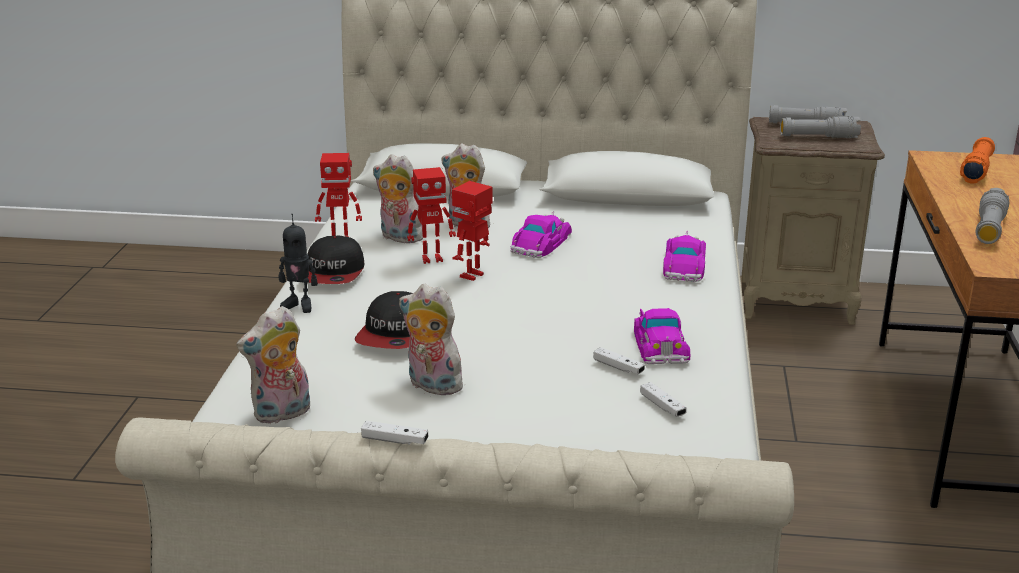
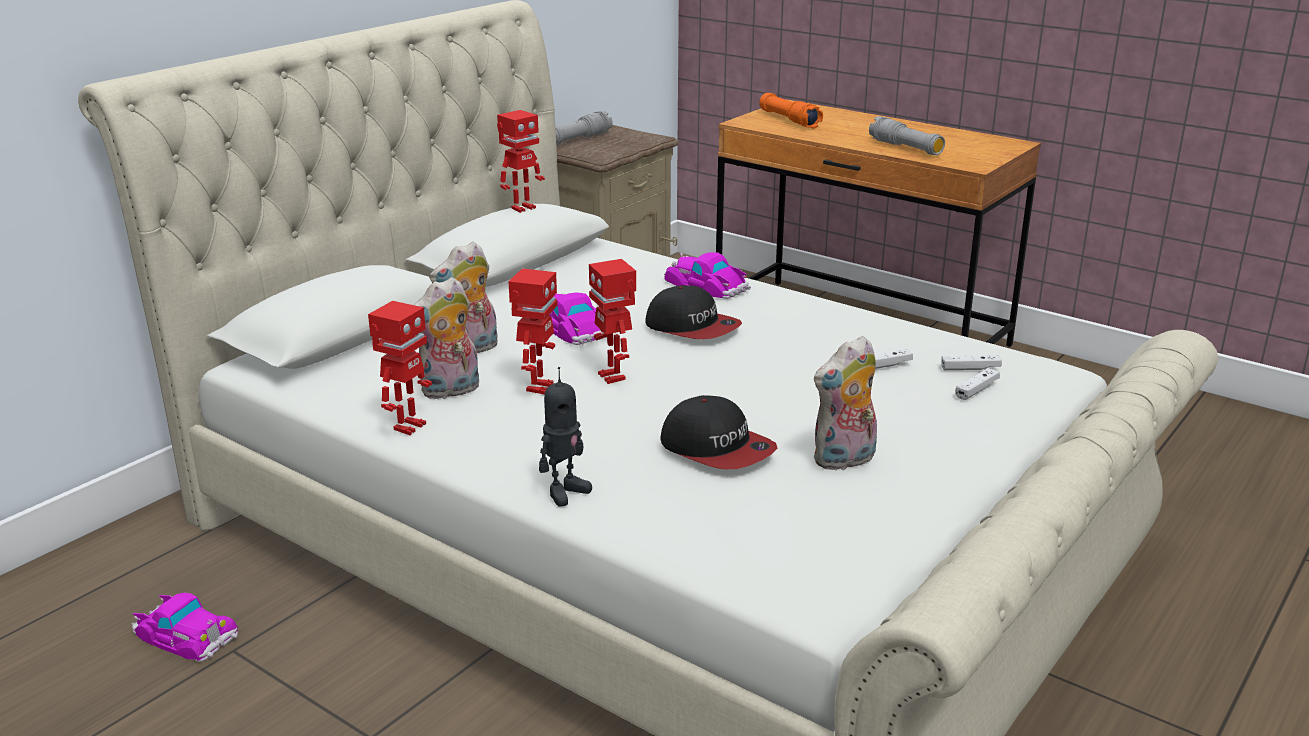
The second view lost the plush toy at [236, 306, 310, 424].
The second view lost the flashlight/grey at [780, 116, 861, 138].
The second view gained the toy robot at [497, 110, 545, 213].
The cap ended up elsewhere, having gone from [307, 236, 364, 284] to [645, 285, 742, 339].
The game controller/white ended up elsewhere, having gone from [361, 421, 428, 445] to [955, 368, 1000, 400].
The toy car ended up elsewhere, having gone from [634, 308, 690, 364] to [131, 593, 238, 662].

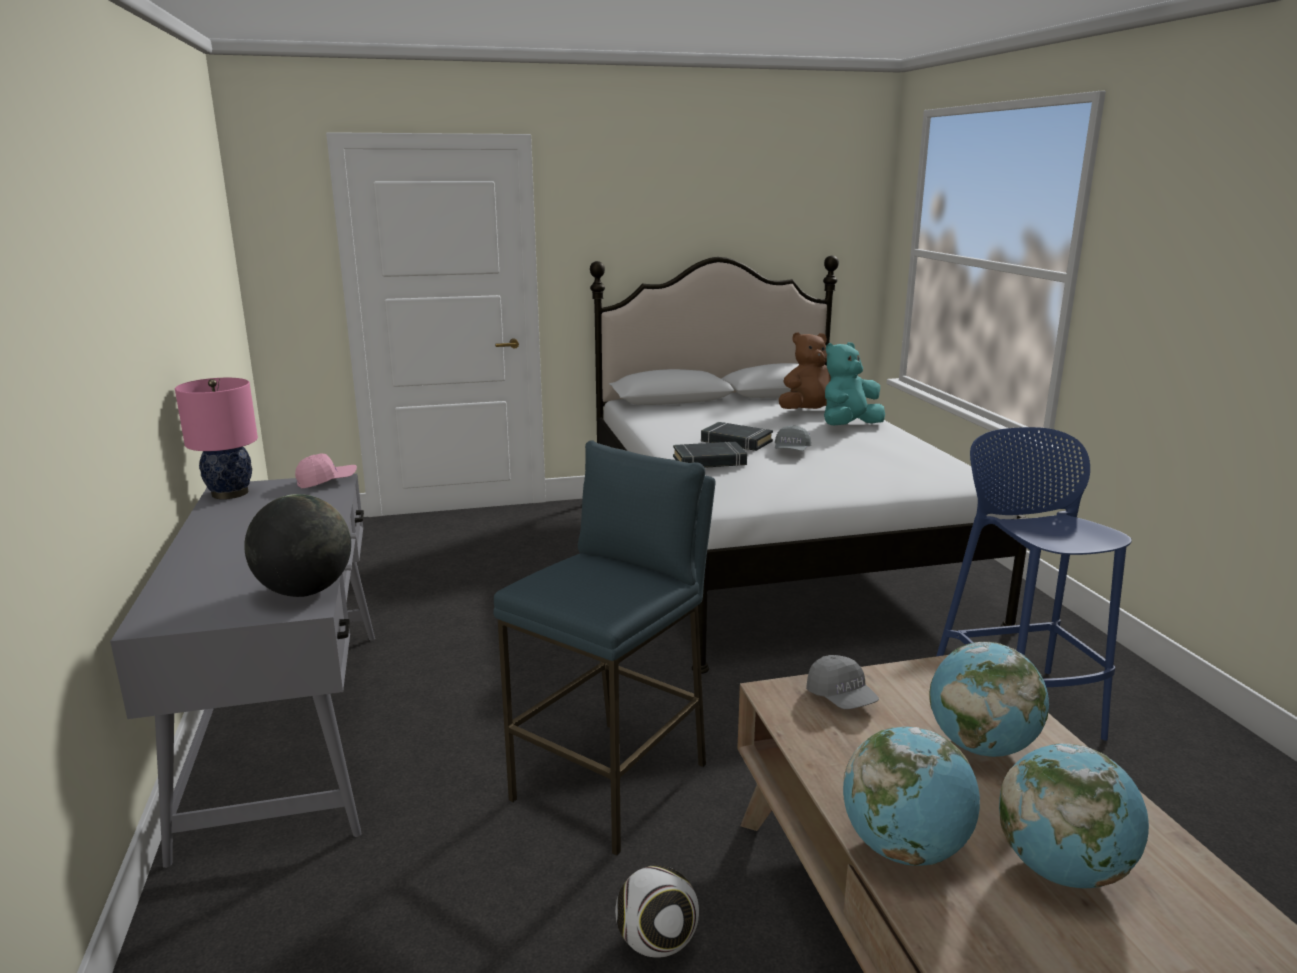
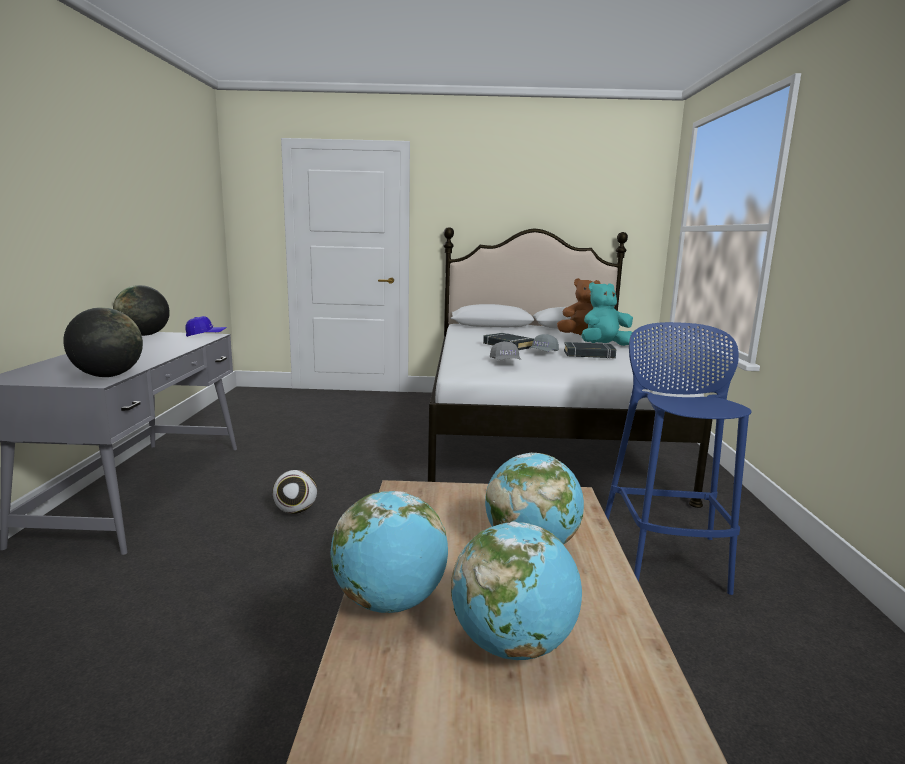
The second view lost the stool/blue at [493, 440, 715, 856].
The football ended up elsewhere, having gone from [615, 865, 699, 958] to [272, 470, 317, 514].
The book/black ended up elsewhere, having gone from [673, 441, 747, 468] to [564, 342, 616, 359].
The cap/grey ended up elsewhere, having gone from [806, 655, 879, 709] to [490, 341, 521, 360].
Where the table lamp/pink stood at [175, 378, 258, 499], the globe came to stand at [113, 285, 170, 336].
What was the cap/pink at [295, 454, 357, 488] turned into the cap/blue at [185, 316, 227, 337].

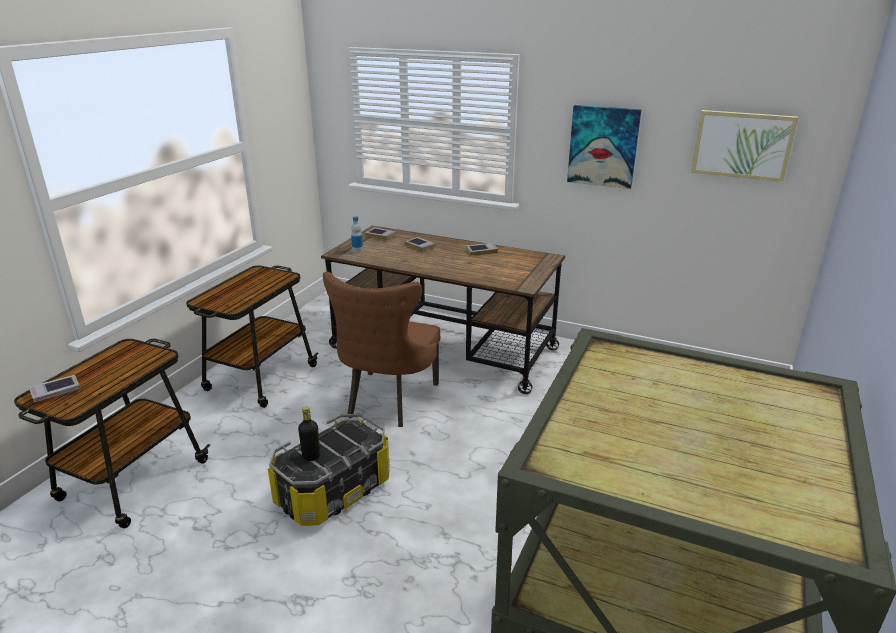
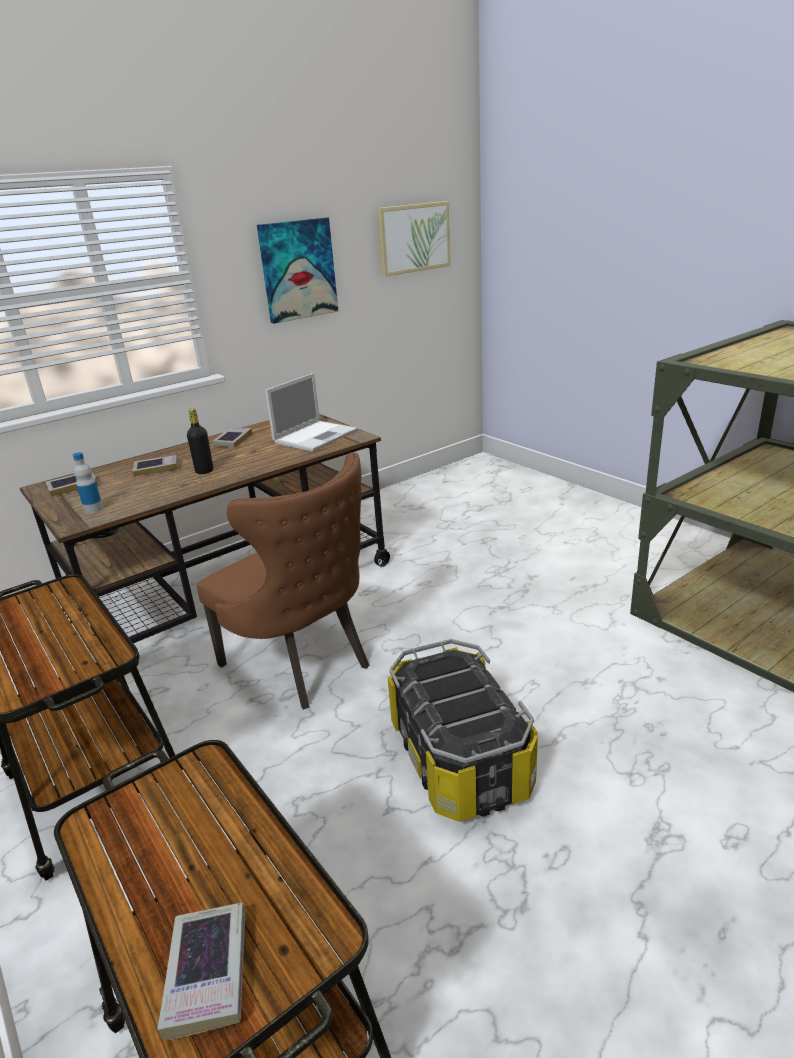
The second view gained the laptop at [265, 373, 357, 452].
The bottle/black ended up elsewhere, having gone from [298, 407, 320, 461] to [187, 408, 213, 474].

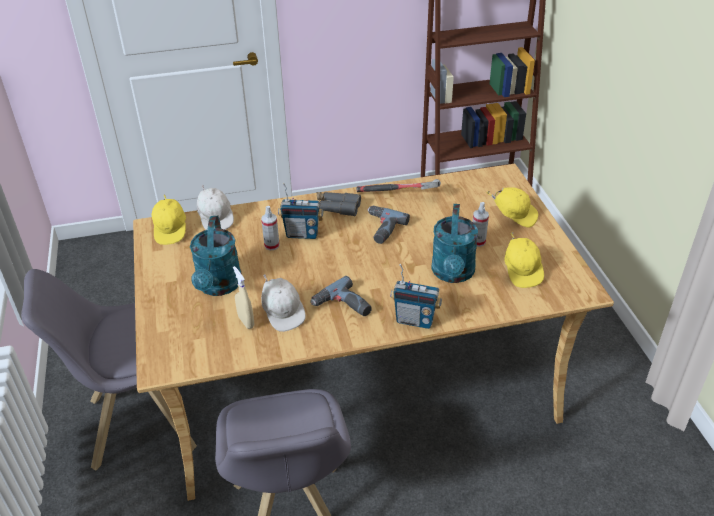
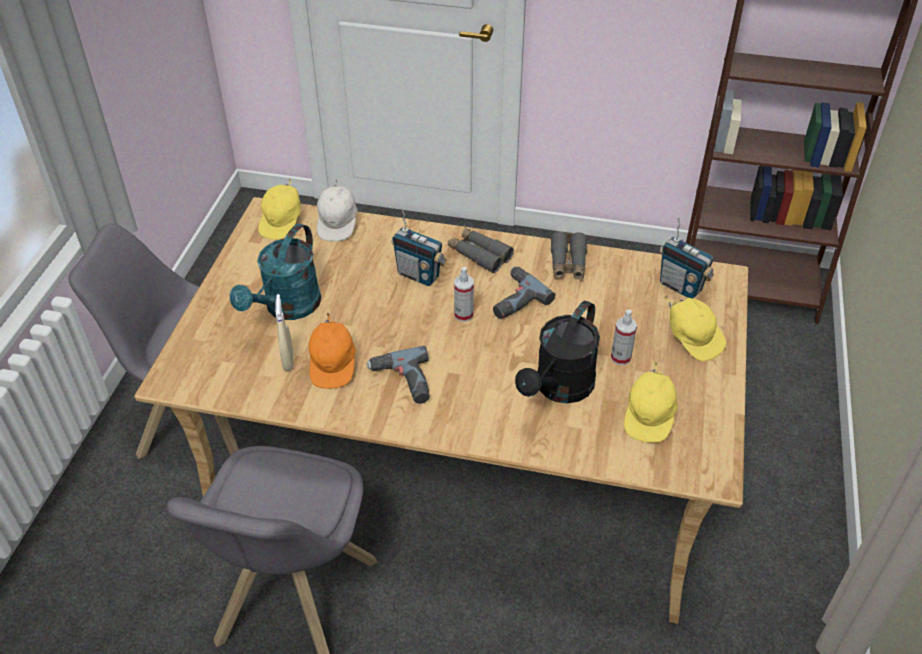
The spray bottle ended up elsewhere, having gone from [261, 206, 280, 251] to [454, 267, 474, 322].
The radio ended up elsewhere, having gone from [390, 264, 442, 329] to [660, 217, 714, 299].
Where the hammer stood at [356, 179, 441, 192], the binoculars/grey came to stand at [551, 231, 587, 281].
What was the cap/white at [261, 274, 306, 332] turned into the cap/orange at [308, 313, 356, 389].
What was the watering can/turquoise at [431, 204, 478, 283] turned into the watering can/black at [515, 301, 600, 404].

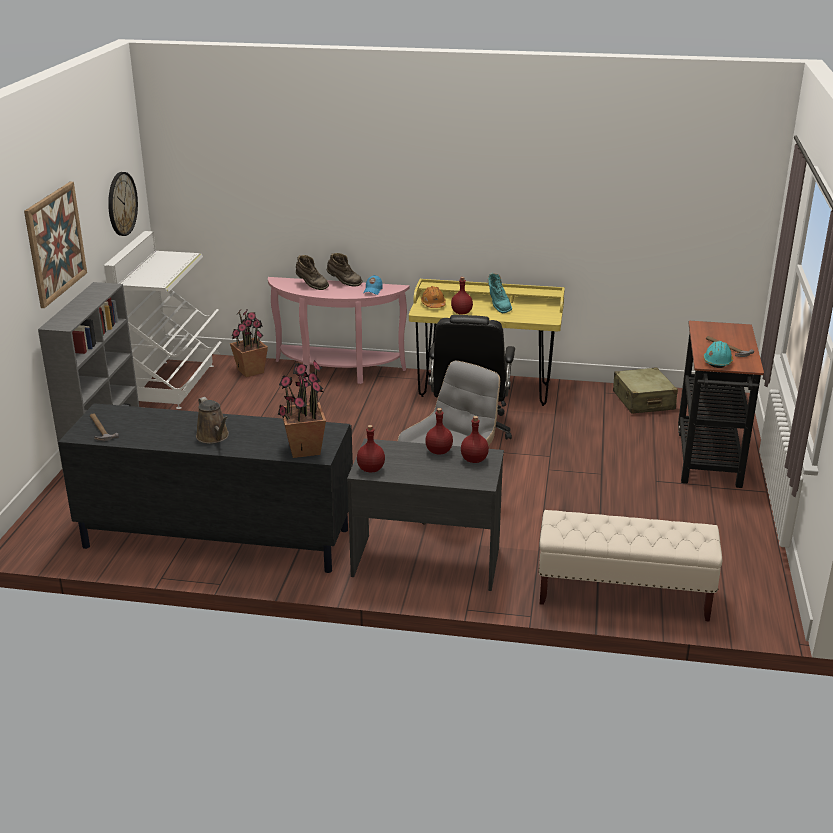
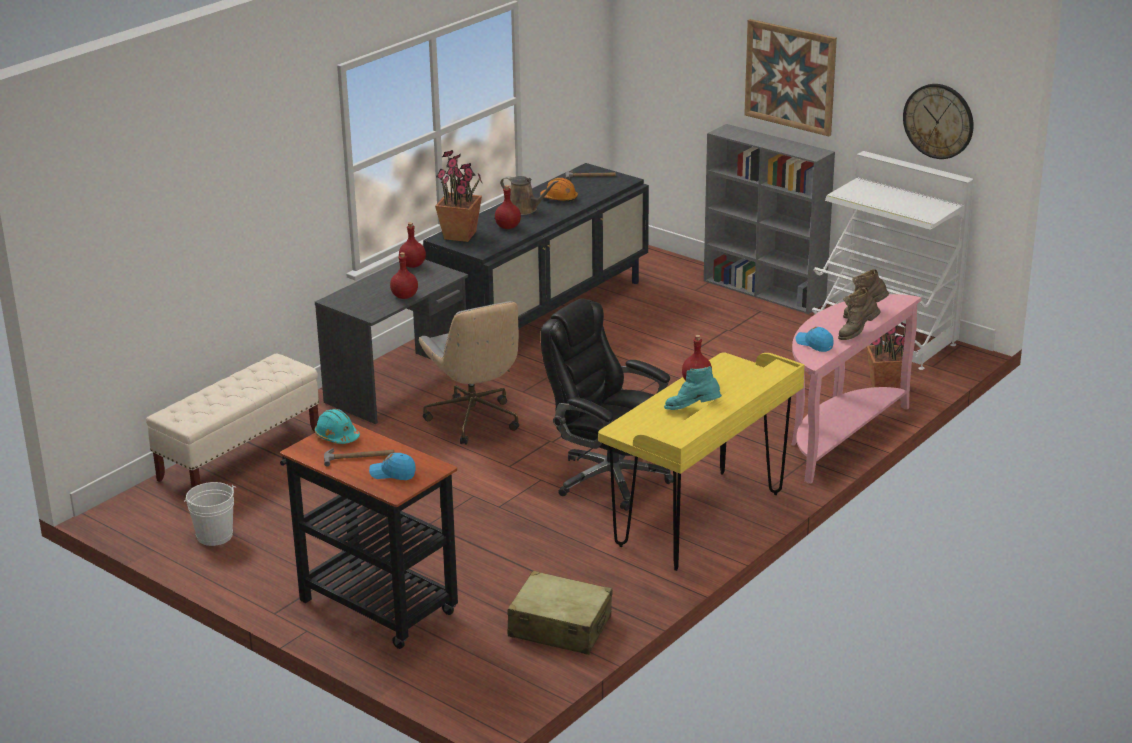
The second view gained the bucket/white at [184, 482, 236, 546].
The second view gained the cap/blue at [369, 453, 416, 480].
The hard hat/orange ended up elsewhere, having gone from [421, 286, 446, 308] to [540, 178, 578, 202].
The bottle/red ended up elsewhere, having gone from [461, 416, 489, 463] to [495, 185, 521, 229].
The watering can/brown at [196, 397, 229, 444] ended up facing another way, 150 degrees counterclockwise from before.

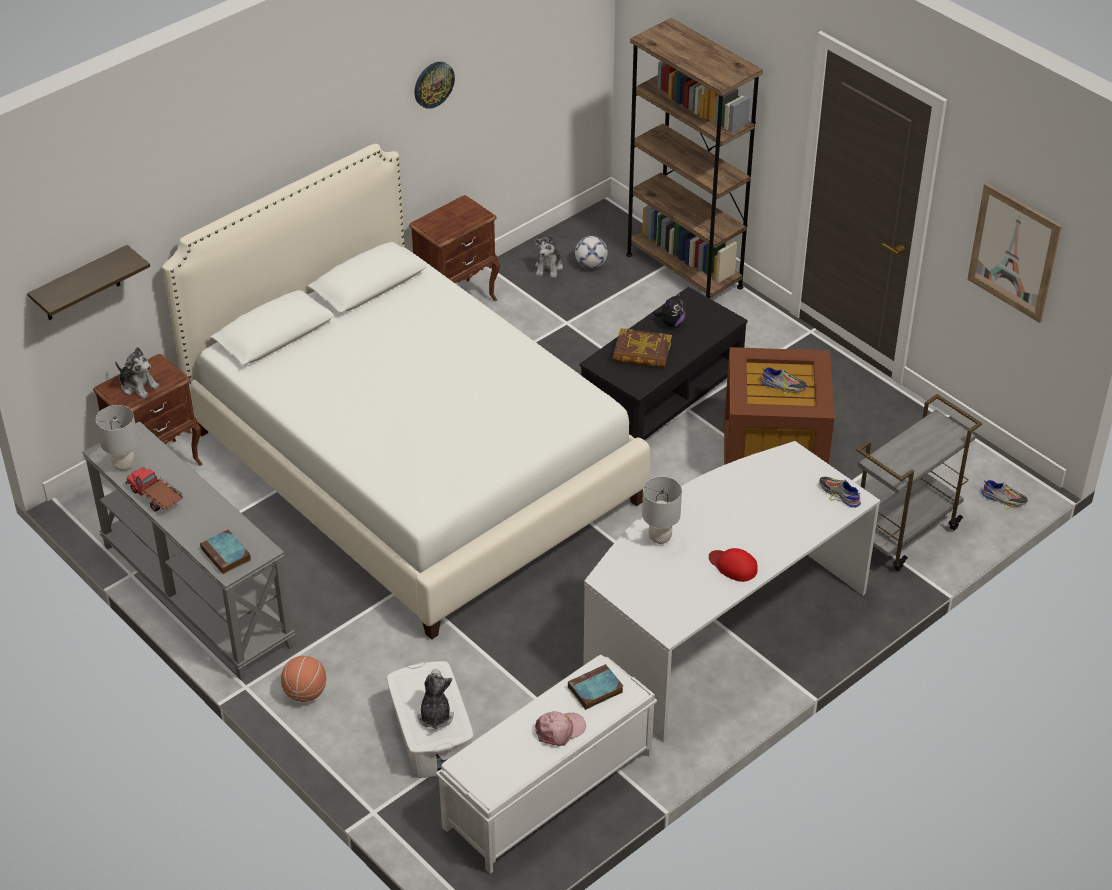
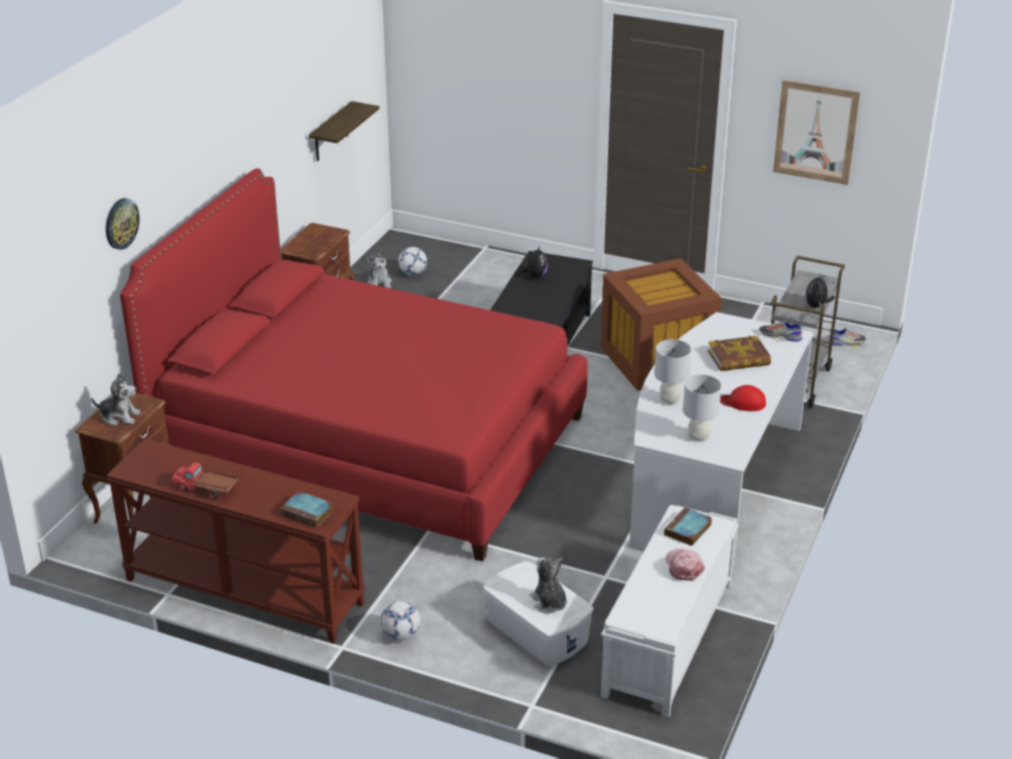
The second view lost the bookcase/brown at [626, 18, 763, 299].
The second view lost the shoe at [761, 367, 807, 396].
The second view gained the plush toy at [805, 273, 835, 308].
The shelf ended up elsewhere, having gone from [27, 245, 150, 320] to [309, 101, 379, 161].
The table lamp/grey ended up elsewhere, having gone from [96, 405, 138, 471] to [683, 375, 721, 441].
The wall clock ended up elsewhere, having gone from [415, 62, 455, 109] to [106, 198, 140, 250].
The book ended up elsewhere, having gone from [613, 328, 672, 368] to [708, 336, 771, 371].
Where the basketball stood at [281, 656, 326, 702], the football came to stand at [380, 600, 421, 641].
What was the console table/grey at [82, 421, 295, 680] turned into the console table/brown at [106, 439, 365, 644].
What was the bed/white at [162, 144, 650, 640] turned into the bed/red at [120, 168, 588, 562].
The cap/pink at [535, 711, 586, 746] ended up facing another way, 45 degrees counterclockwise from before.

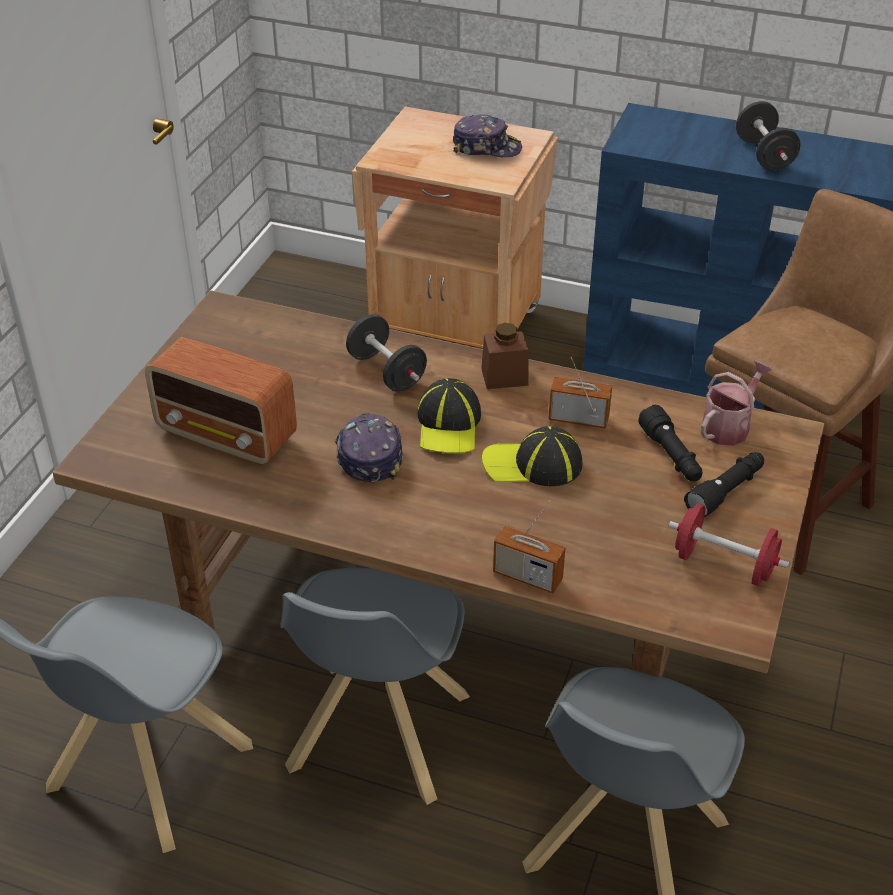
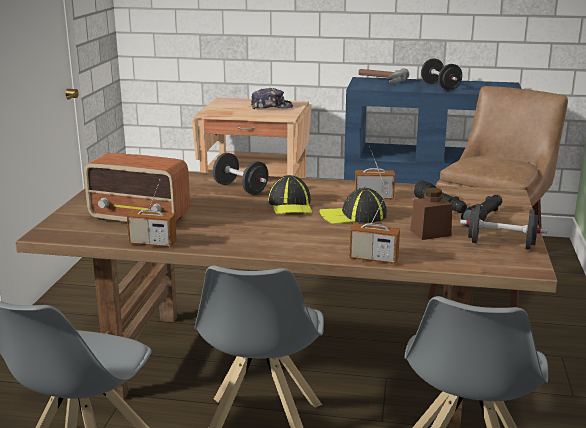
The second view lost the cap at [335, 413, 403, 483].
The second view lost the watering can at [701, 361, 772, 446].
The second view gained the radio at [127, 179, 177, 247].
The second view gained the hammer at [358, 68, 409, 83].
The jar/brown ended up elsewhere, having gone from [481, 323, 529, 389] to [410, 187, 452, 240].
What was the dumbbell/red at [669, 503, 789, 586] turned into the dumbbell/black at [460, 204, 547, 250].

